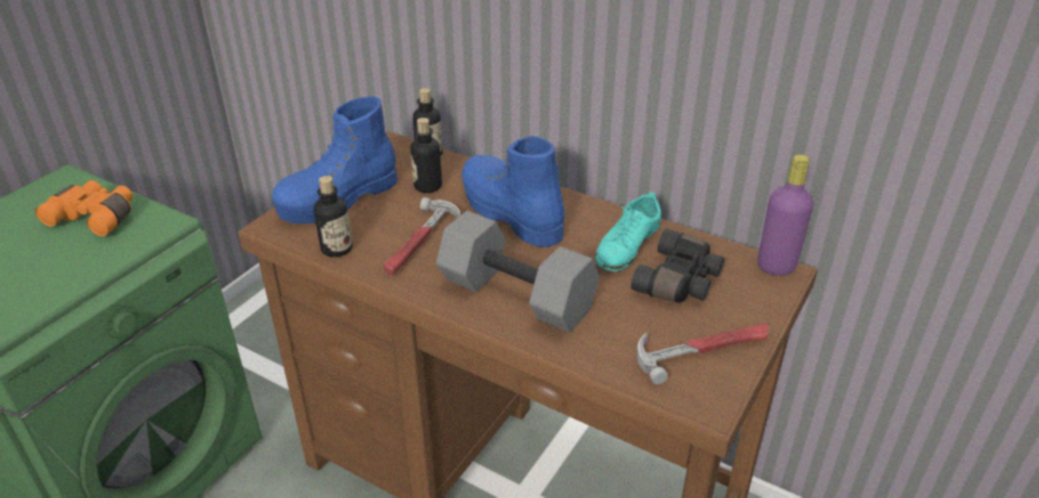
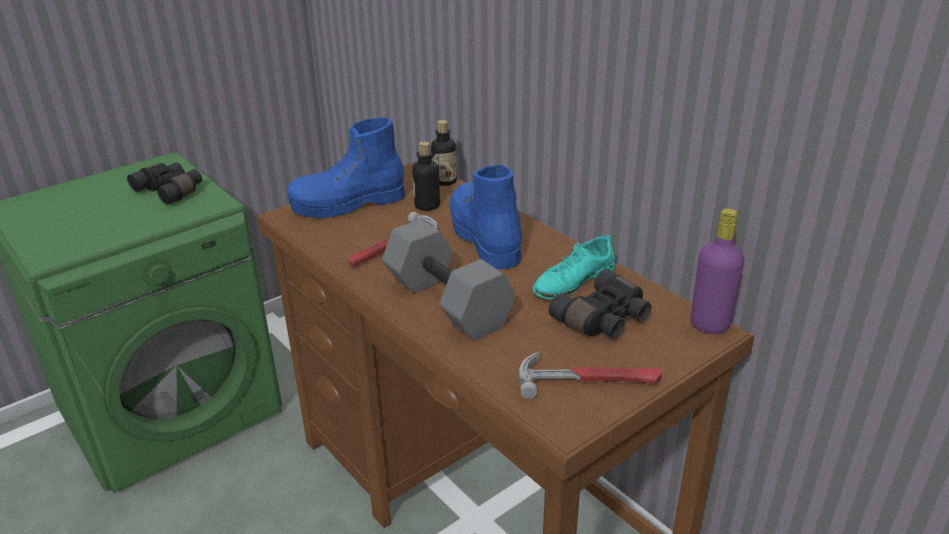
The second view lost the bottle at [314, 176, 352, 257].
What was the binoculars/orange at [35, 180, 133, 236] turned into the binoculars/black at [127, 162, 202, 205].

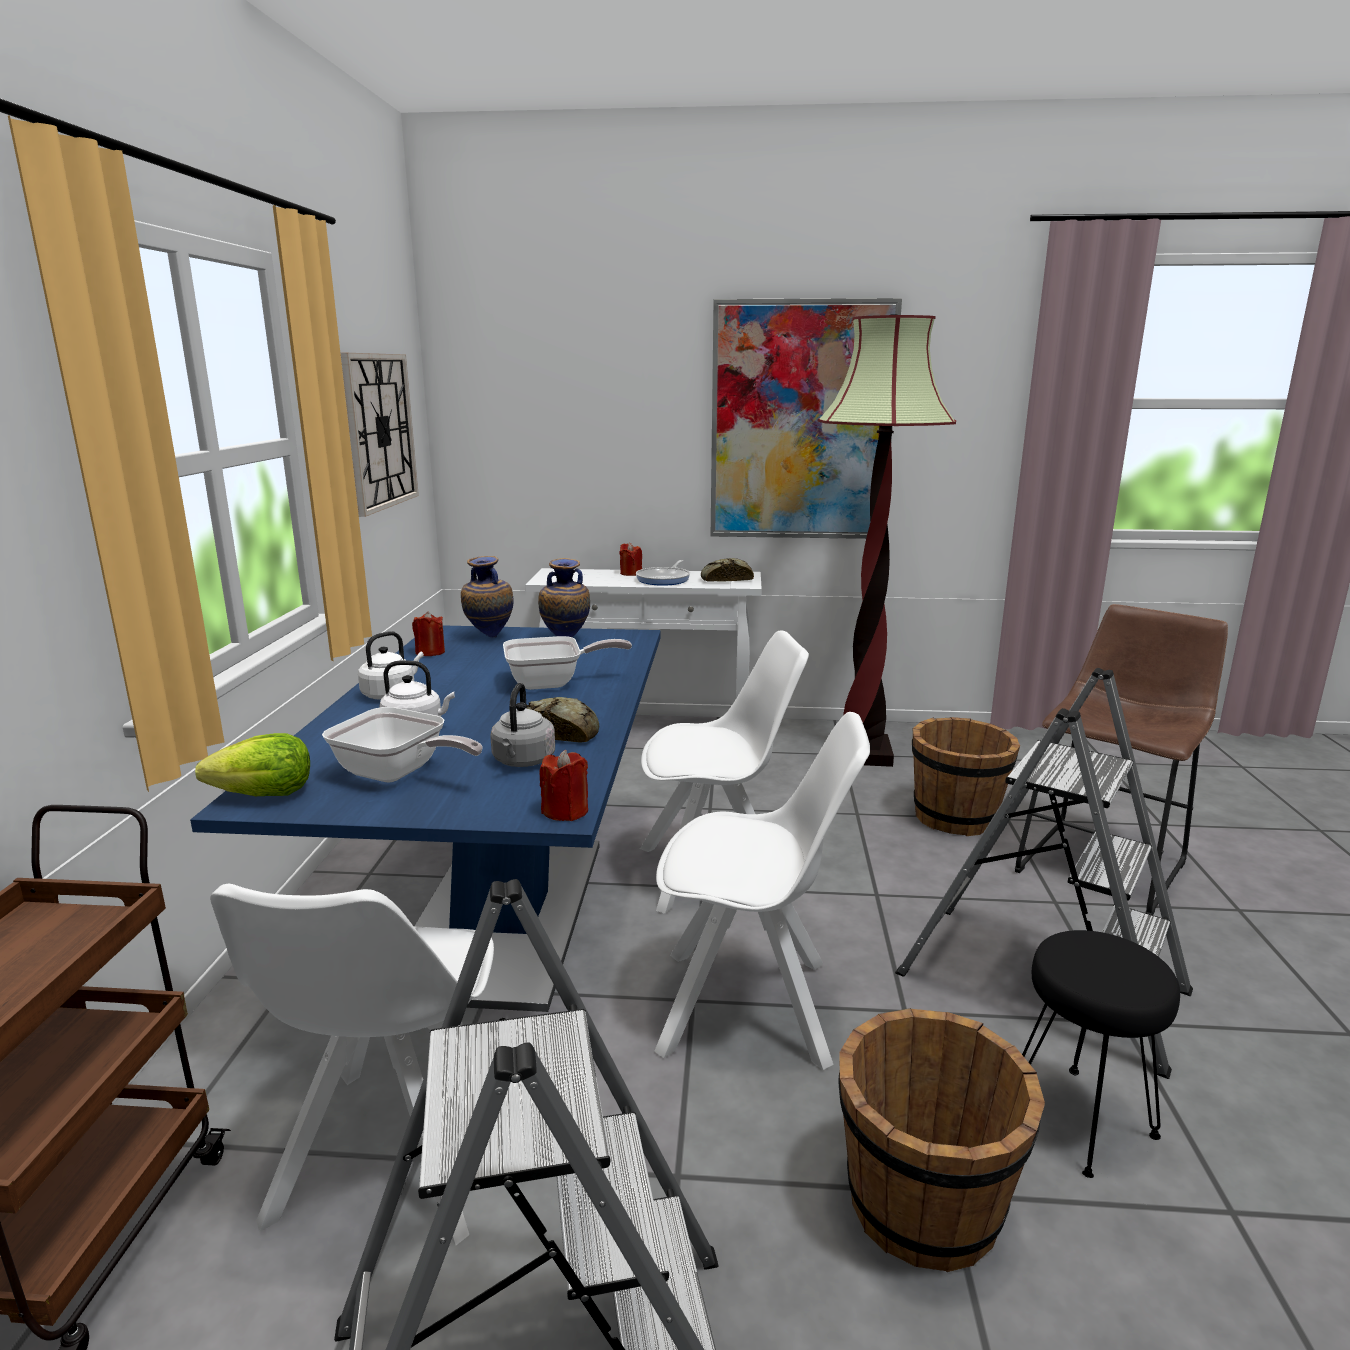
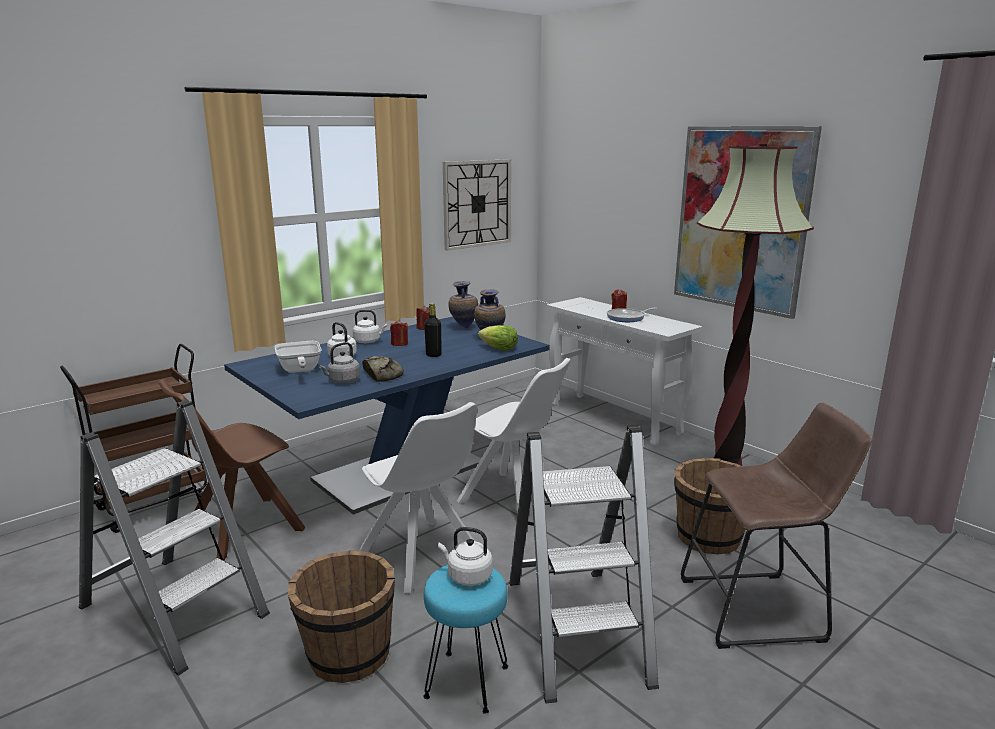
The second view lost the bread at [701, 558, 754, 581].
The second view gained the kettle/white at [438, 527, 493, 586].
The lettuce ended up elsewhere, having gone from [195, 733, 310, 796] to [478, 325, 518, 351].
The candle/red ended up elsewhere, having gone from [540, 750, 588, 821] to [390, 320, 408, 346].
Where the frying pan stood at [503, 636, 632, 690], the bottle/black came to stand at [424, 303, 442, 357].
What was the chair/white at [210, 884, 494, 1245] turned into the chair/brown at [158, 379, 306, 560].
What was the stool/black at [1022, 930, 1180, 1178] turned into the stool/turquoise at [423, 565, 508, 714].

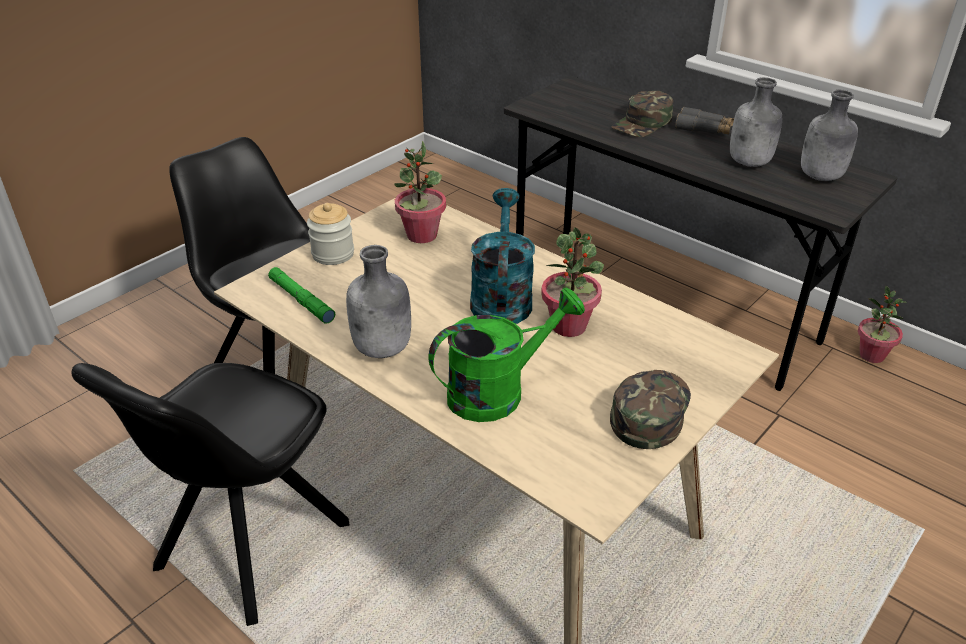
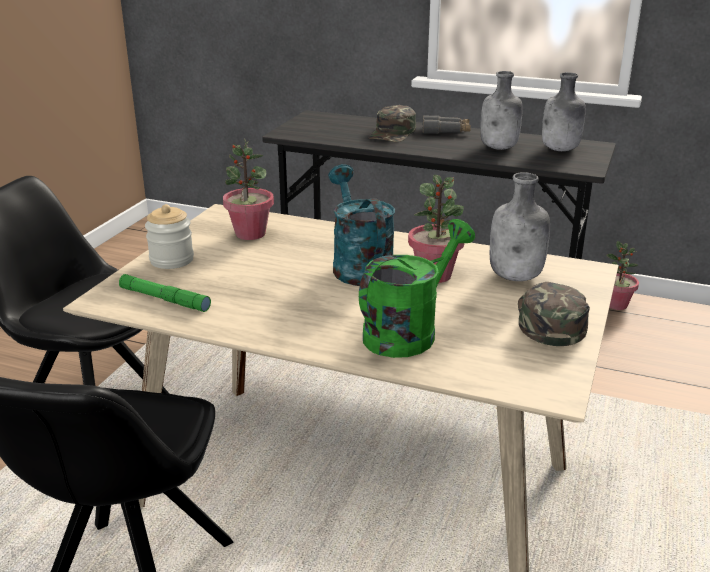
The bottle/grey ended up elsewhere, having gone from [346, 245, 411, 358] to [490, 172, 550, 281].

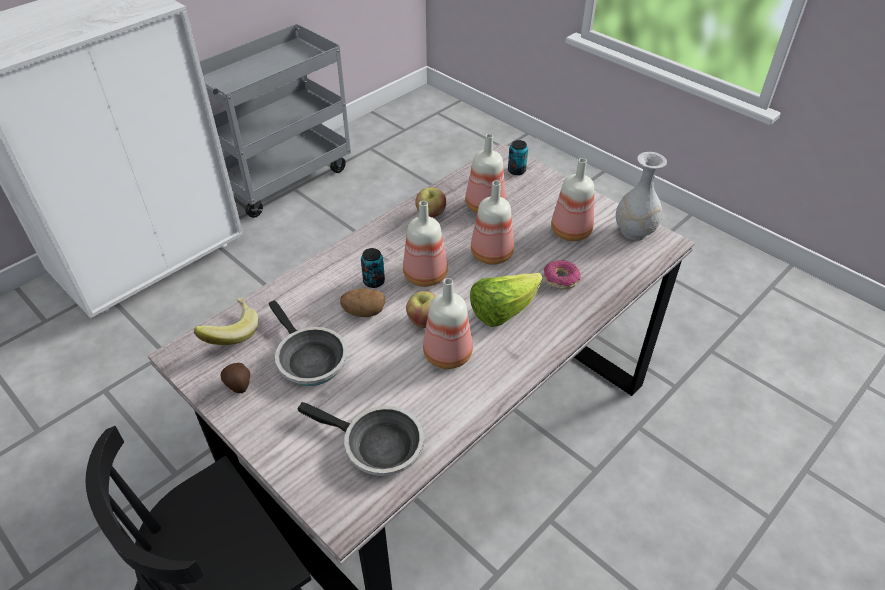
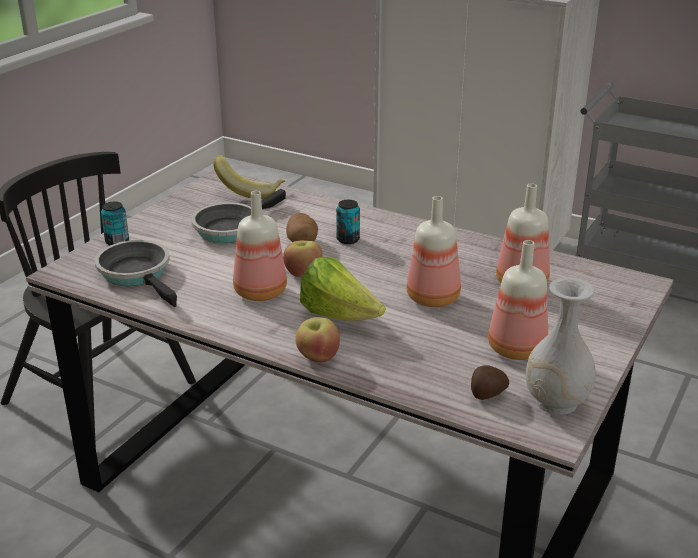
The second view lost the bottle at [403, 201, 448, 287].
The second view lost the donut at [544, 260, 581, 289].
The potato ended up elsewhere, having gone from [221, 363, 250, 393] to [471, 365, 509, 400].
The apple ended up elsewhere, having gone from [415, 187, 446, 218] to [295, 317, 340, 362].
The can ended up elsewhere, having gone from [508, 140, 528, 175] to [101, 202, 129, 245].
The frying pan at [297, 402, 424, 476] ended up facing another way, 135 degrees clockwise from before.

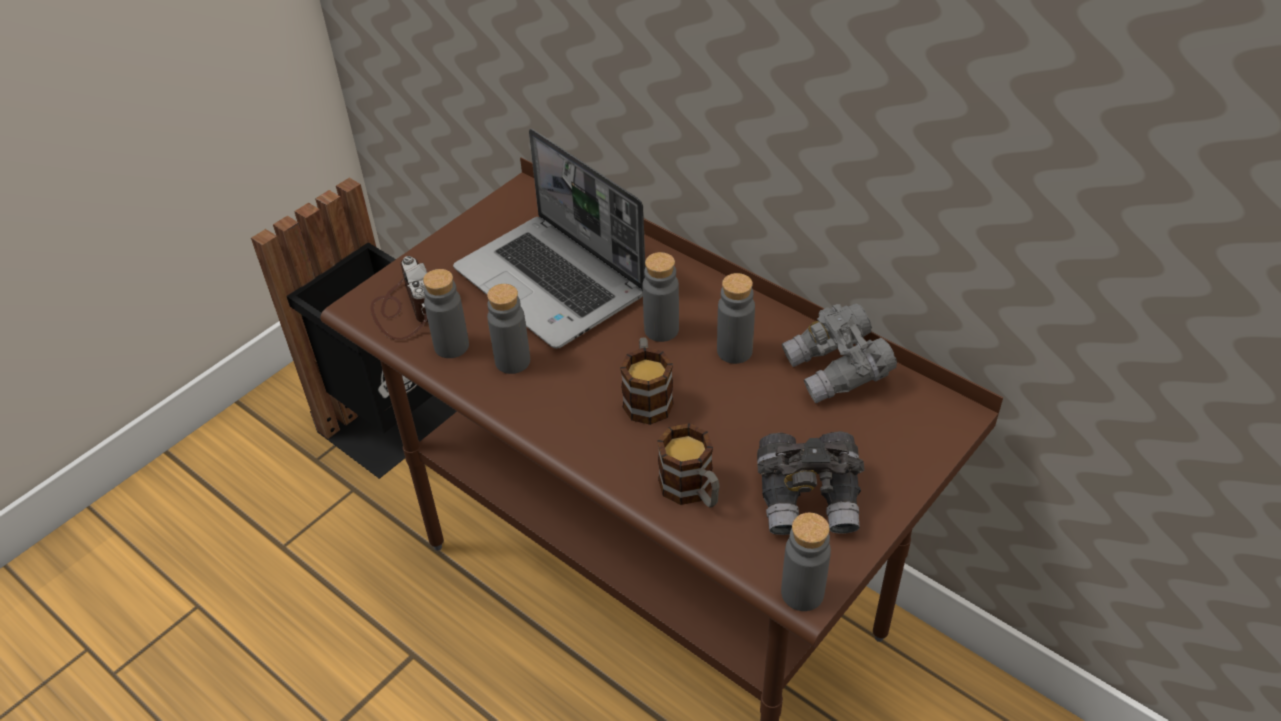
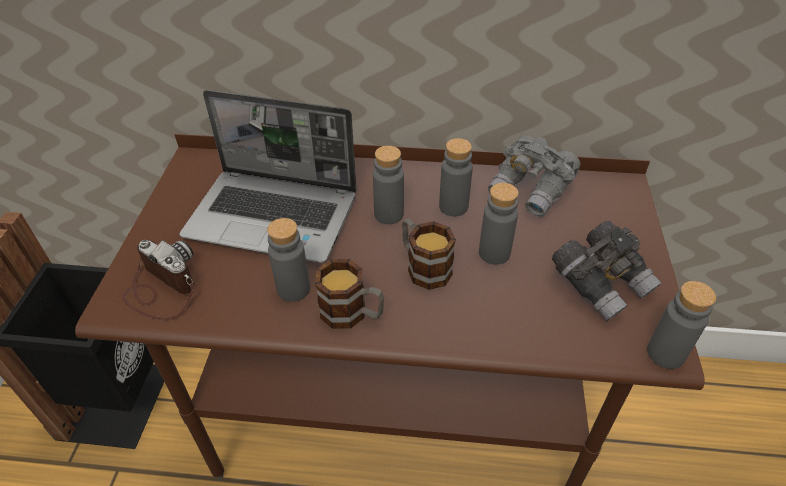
The bottle/grey ended up elsewhere, having gone from [423, 269, 469, 358] to [479, 183, 519, 265].
The mug ended up elsewhere, having gone from [657, 423, 720, 508] to [315, 259, 384, 329].

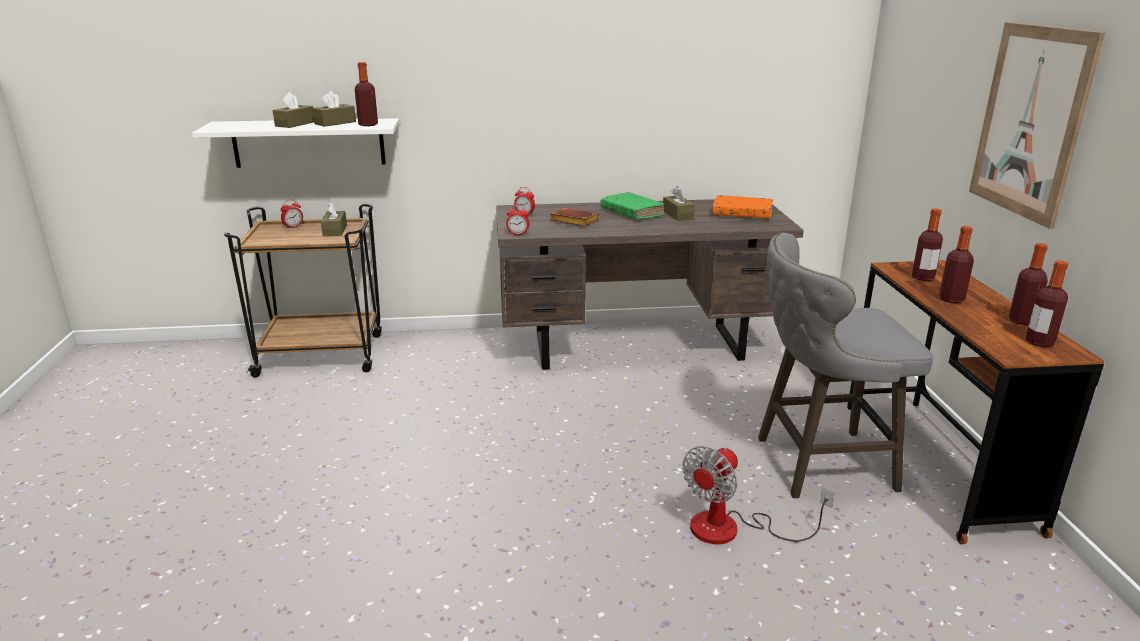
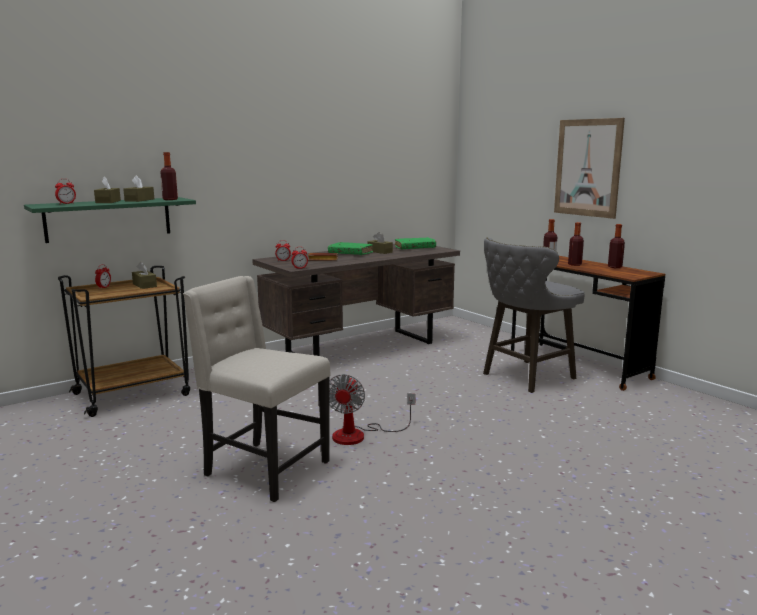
The second view lost the bottle at [1025, 261, 1068, 347].
The second view gained the alarm clock at [55, 179, 76, 204].
The second view gained the chair/beige at [183, 276, 331, 502].
The fan ended up elsewhere, having gone from [682, 446, 835, 544] to [329, 374, 416, 445].
What was the shelf/white at [192, 118, 399, 168] turned into the shelf/green at [24, 197, 196, 243].
What was the book/orange at [712, 195, 773, 219] turned into the book/green at [395, 237, 436, 250].

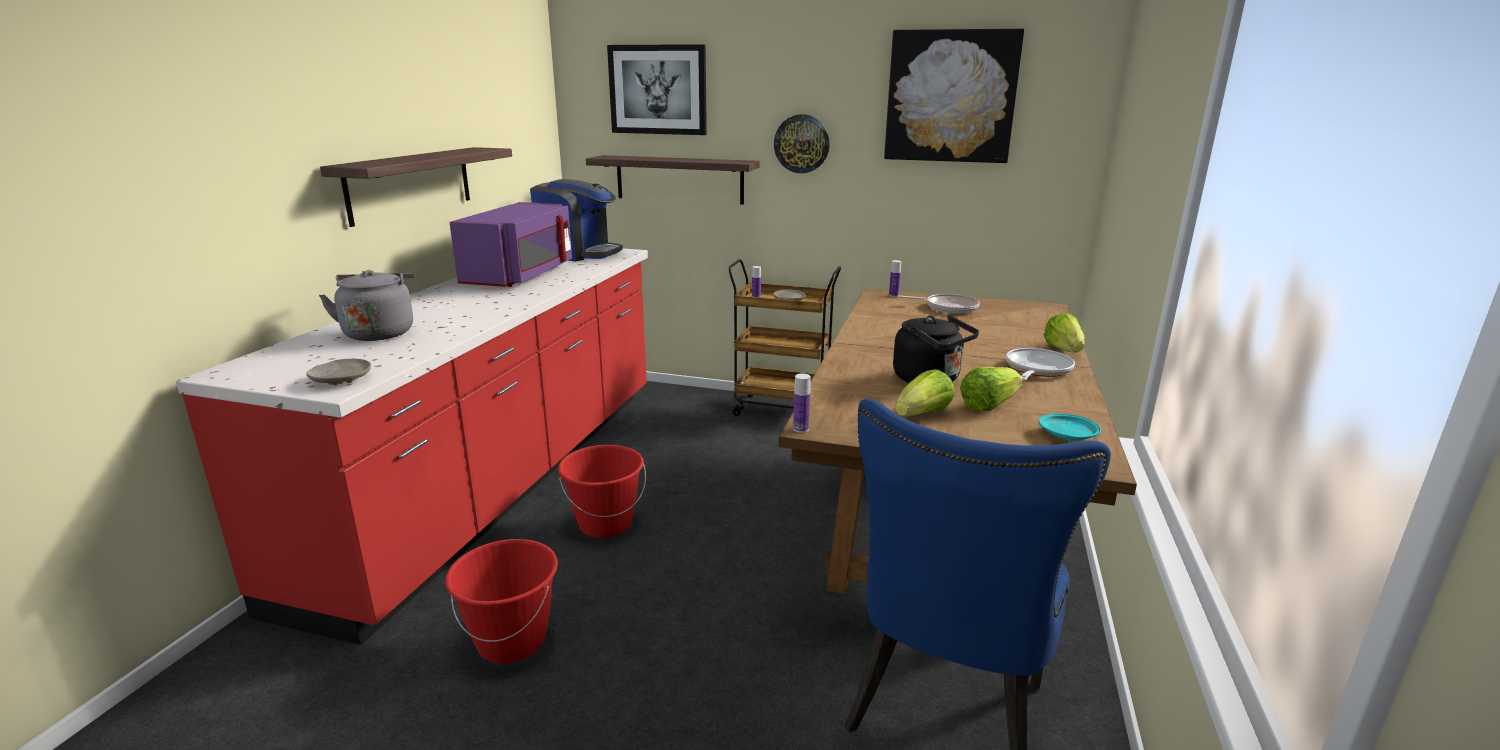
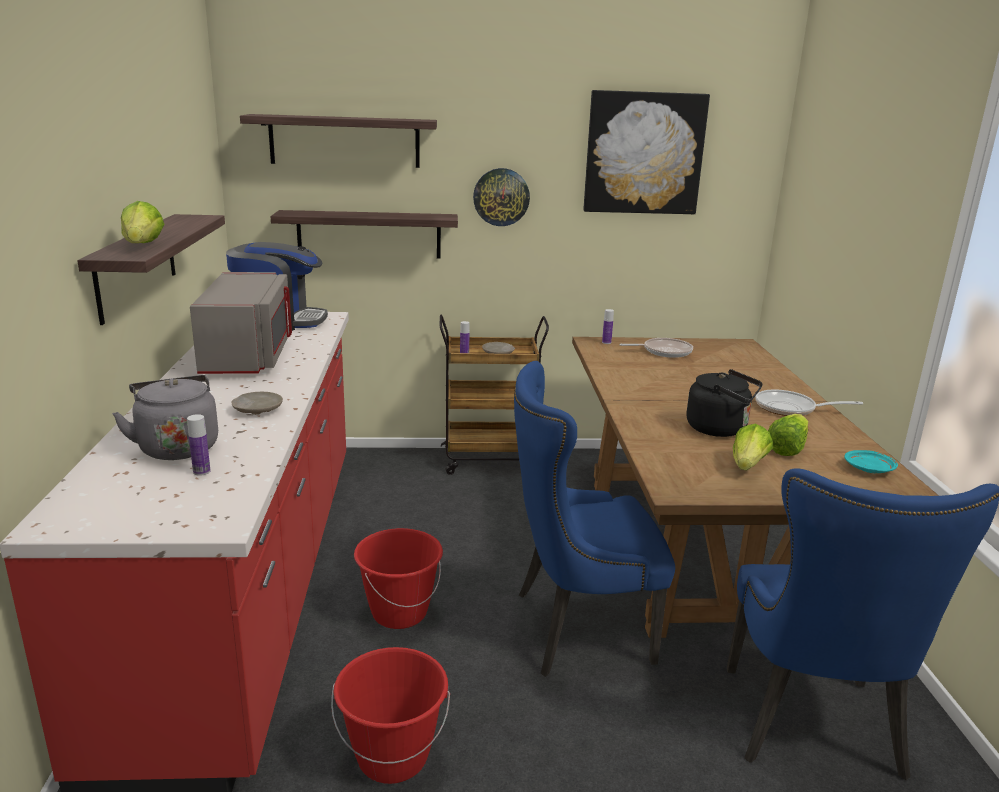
The second view gained the chair/blue at [514, 361, 675, 677].
The plate/beige ended up elsewhere, having gone from [306, 359, 371, 385] to [231, 392, 283, 415].
The bottle ended up elsewhere, having gone from [793, 373, 811, 433] to [187, 414, 211, 476].
The lettuce ended up elsewhere, having gone from [1044, 313, 1085, 353] to [121, 201, 164, 243].
Where the picture hung at [607, 44, 707, 135], the shelf came to hang at [240, 114, 437, 168].
What was the microwave/purple at [449, 202, 572, 287] turned into the microwave/grey at [190, 272, 292, 374].
The frying pan at [1006, 348, 1075, 381] ended up facing another way, 90 degrees counterclockwise from before.

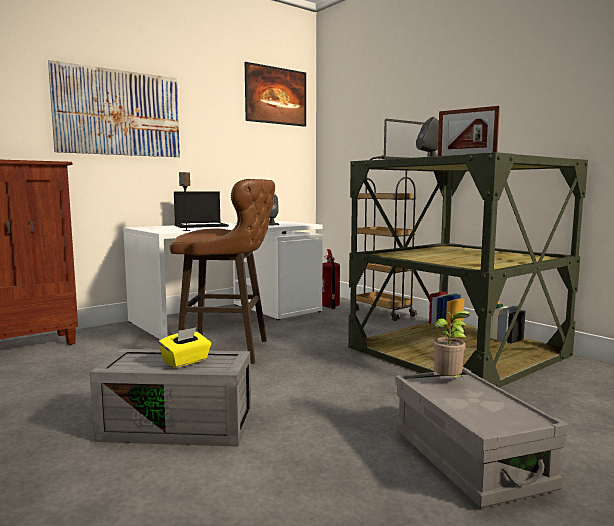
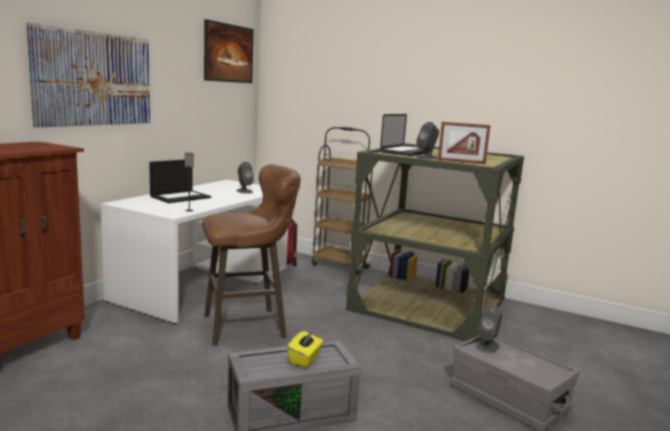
Where the potted plant stood at [433, 310, 470, 380], the speaker/grey came to stand at [476, 305, 502, 353].

